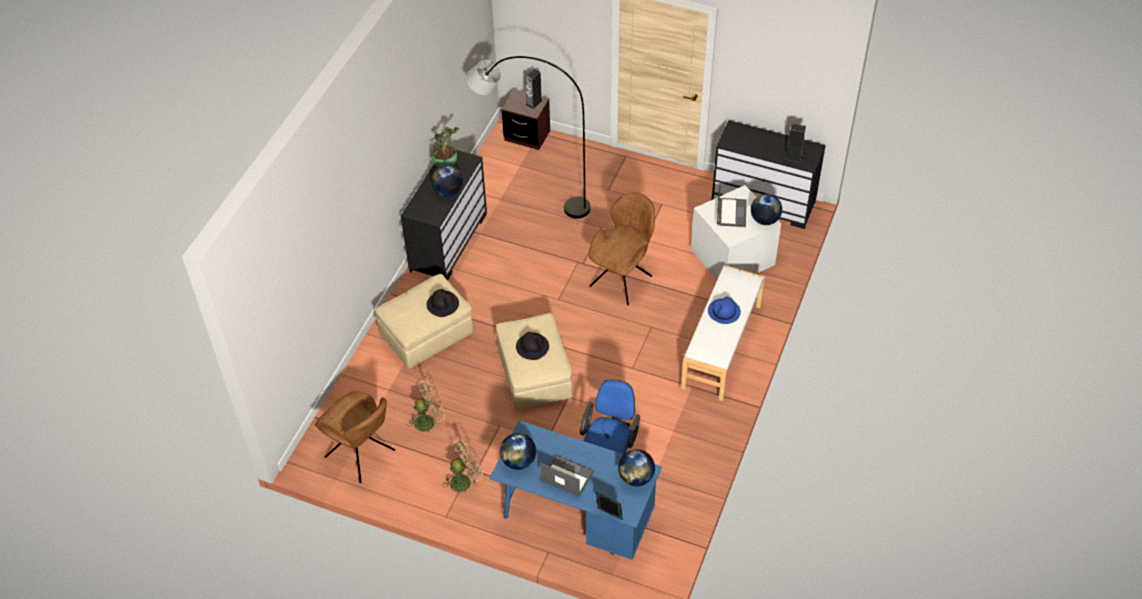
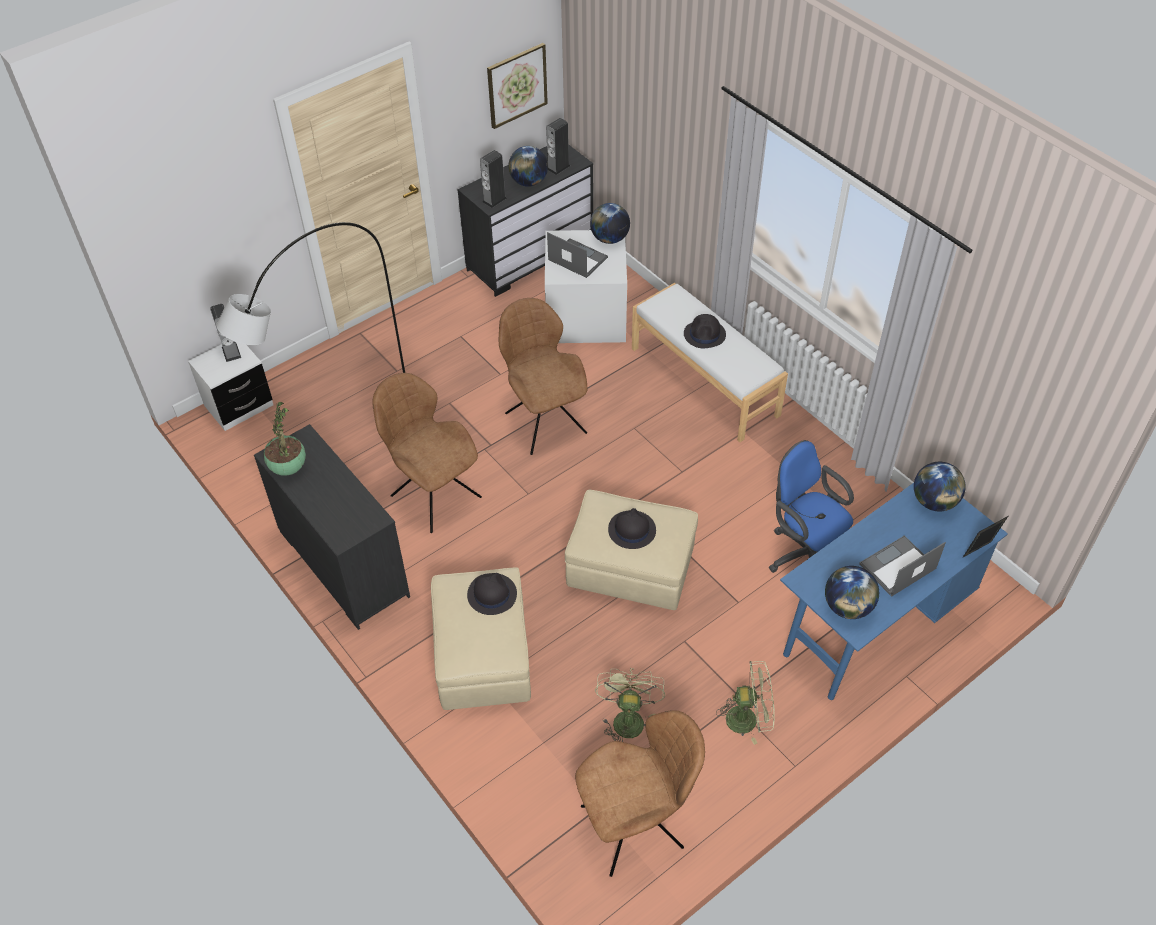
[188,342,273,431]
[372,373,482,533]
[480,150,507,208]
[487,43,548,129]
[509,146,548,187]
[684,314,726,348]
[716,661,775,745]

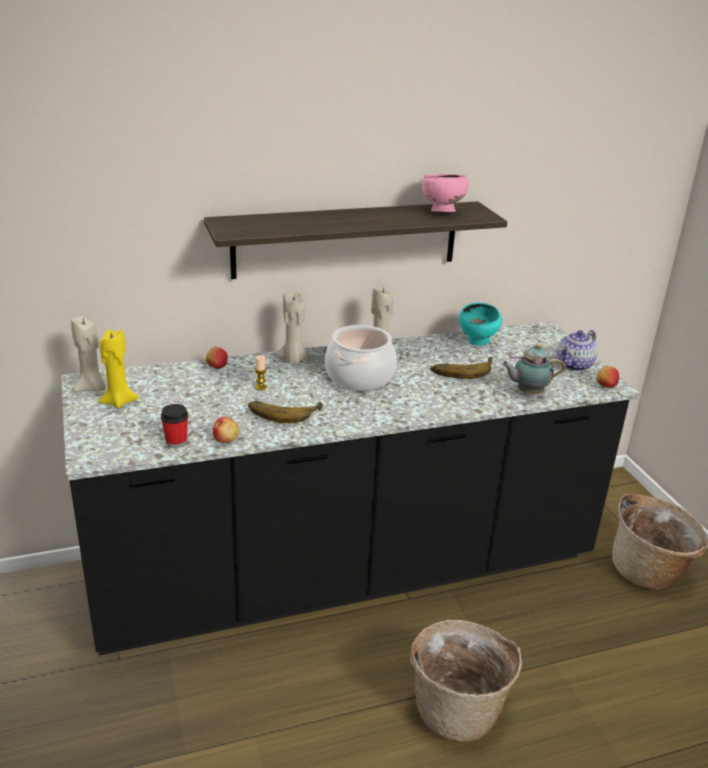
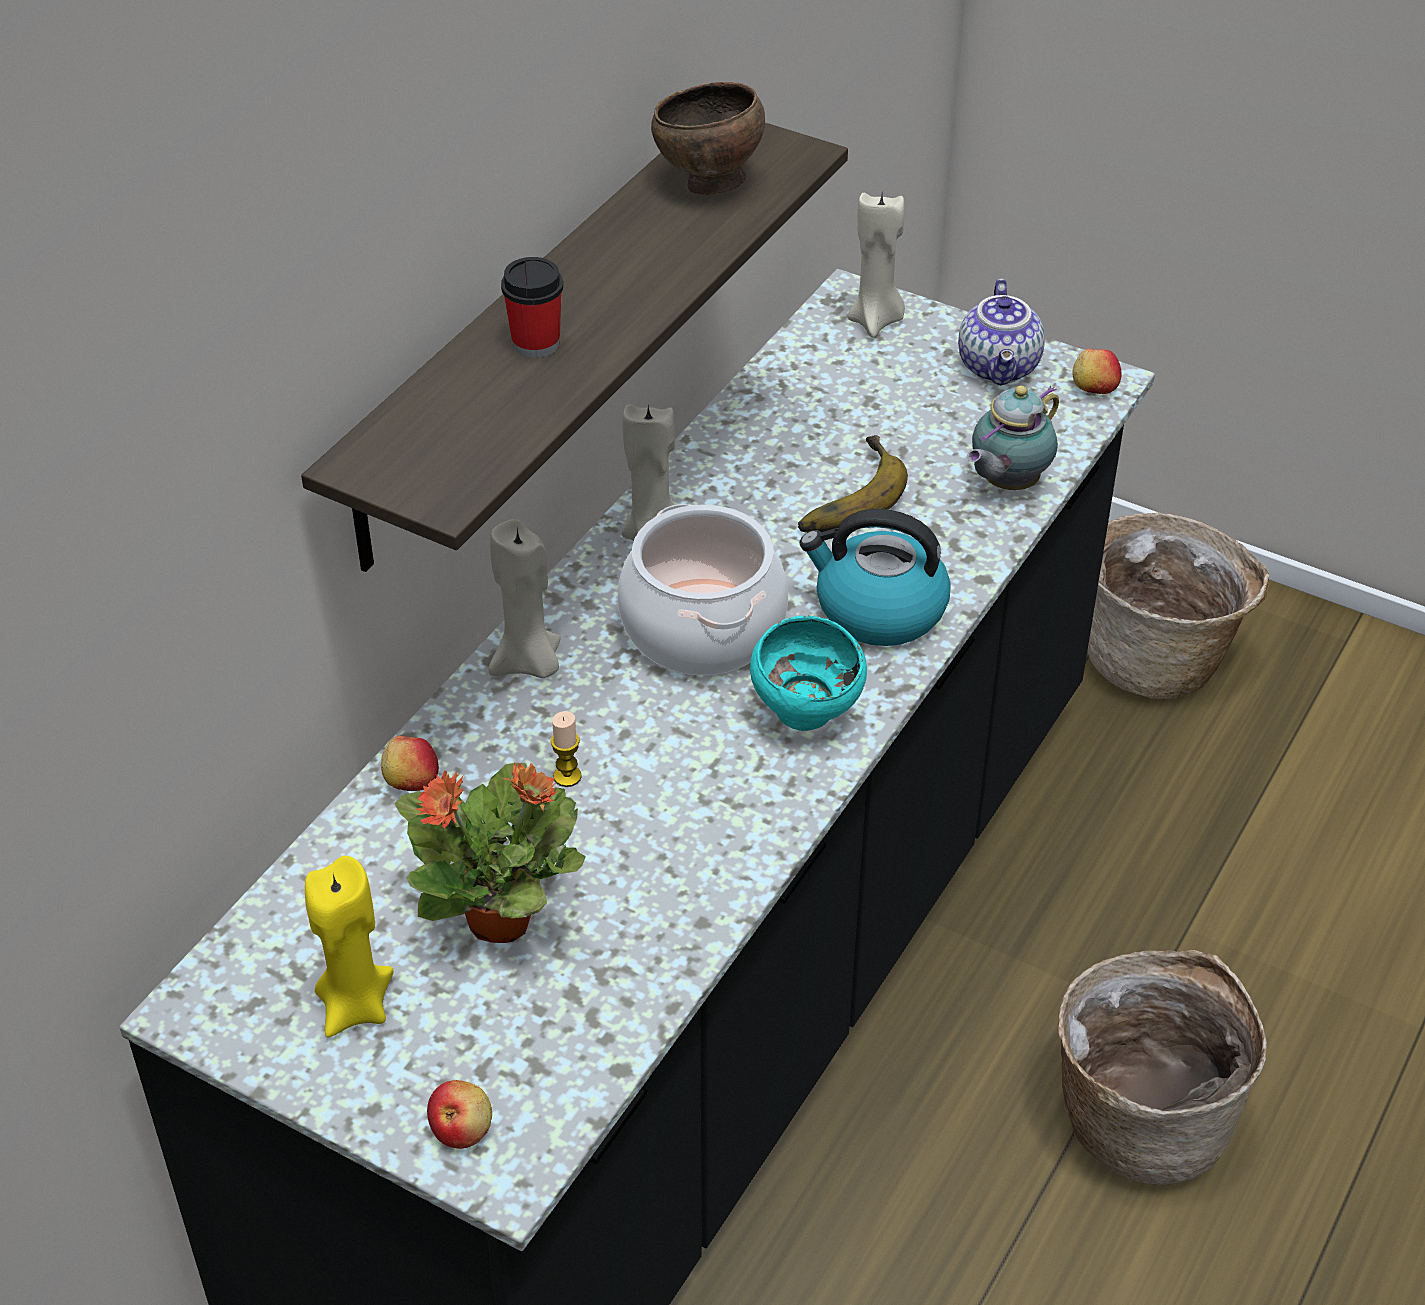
[395,762,586,943]
[427,1080,492,1149]
[501,257,563,358]
[651,82,765,195]
[750,616,867,731]
[800,509,951,646]
[848,193,905,338]
[248,401,323,423] (first image)

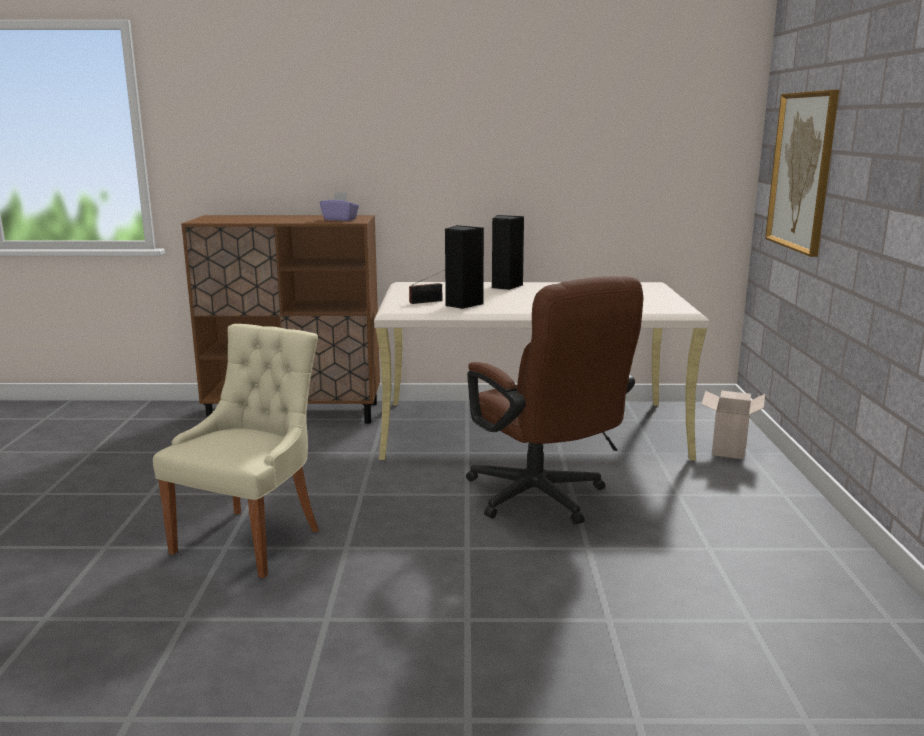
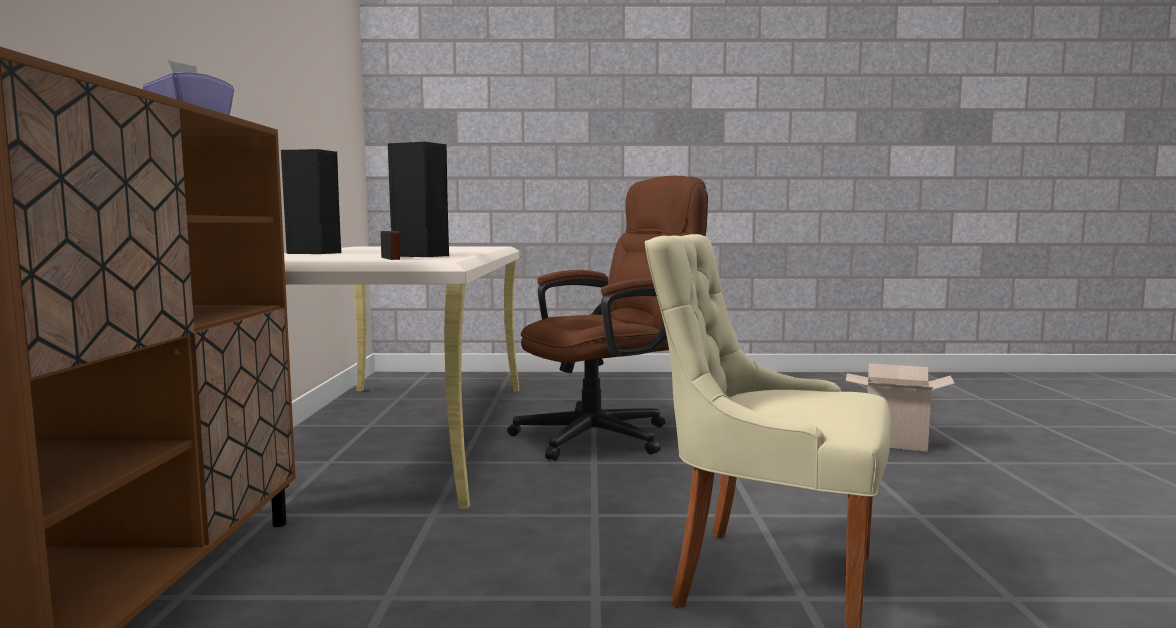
[846,363,955,452]
[765,90,839,257] (first image)

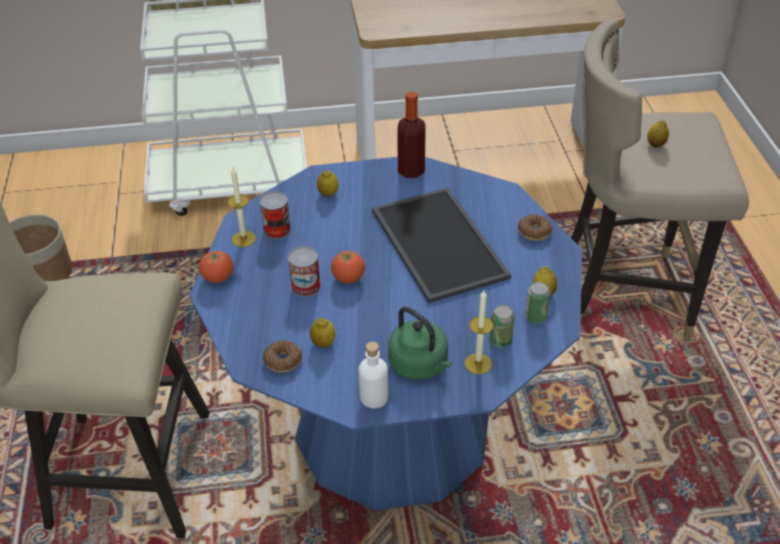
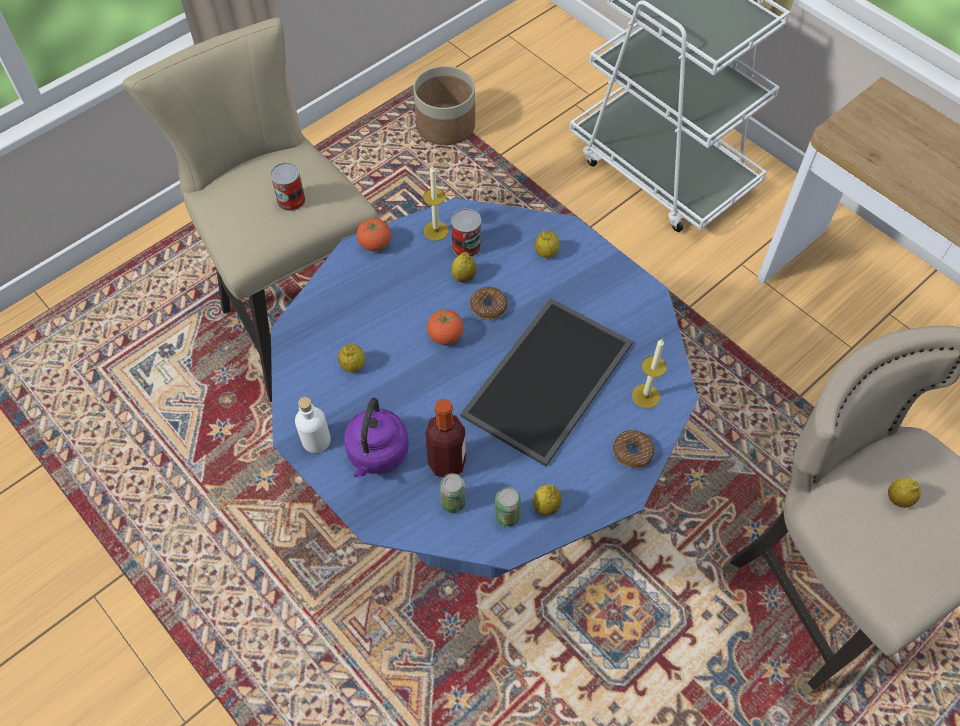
[270,162,305,211]
[344,398,409,478]
[425,399,466,477]
[452,252,476,282]
[470,287,508,320]
[632,339,667,408]

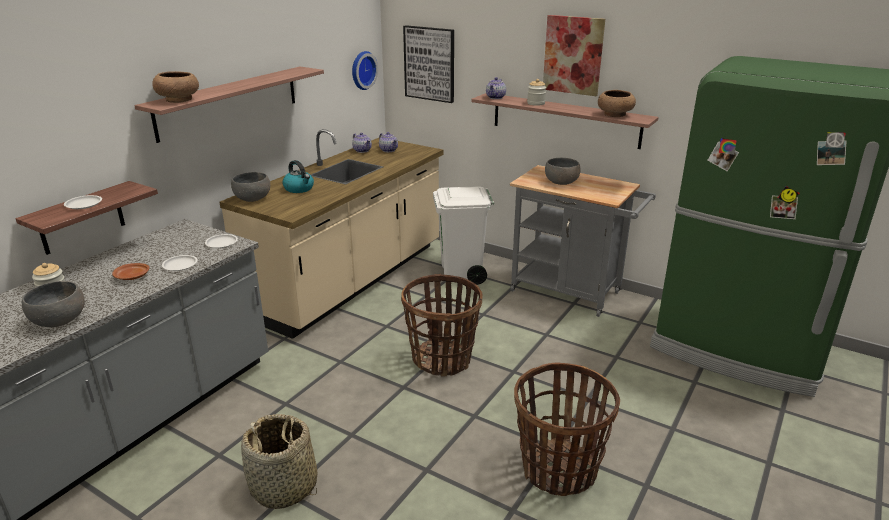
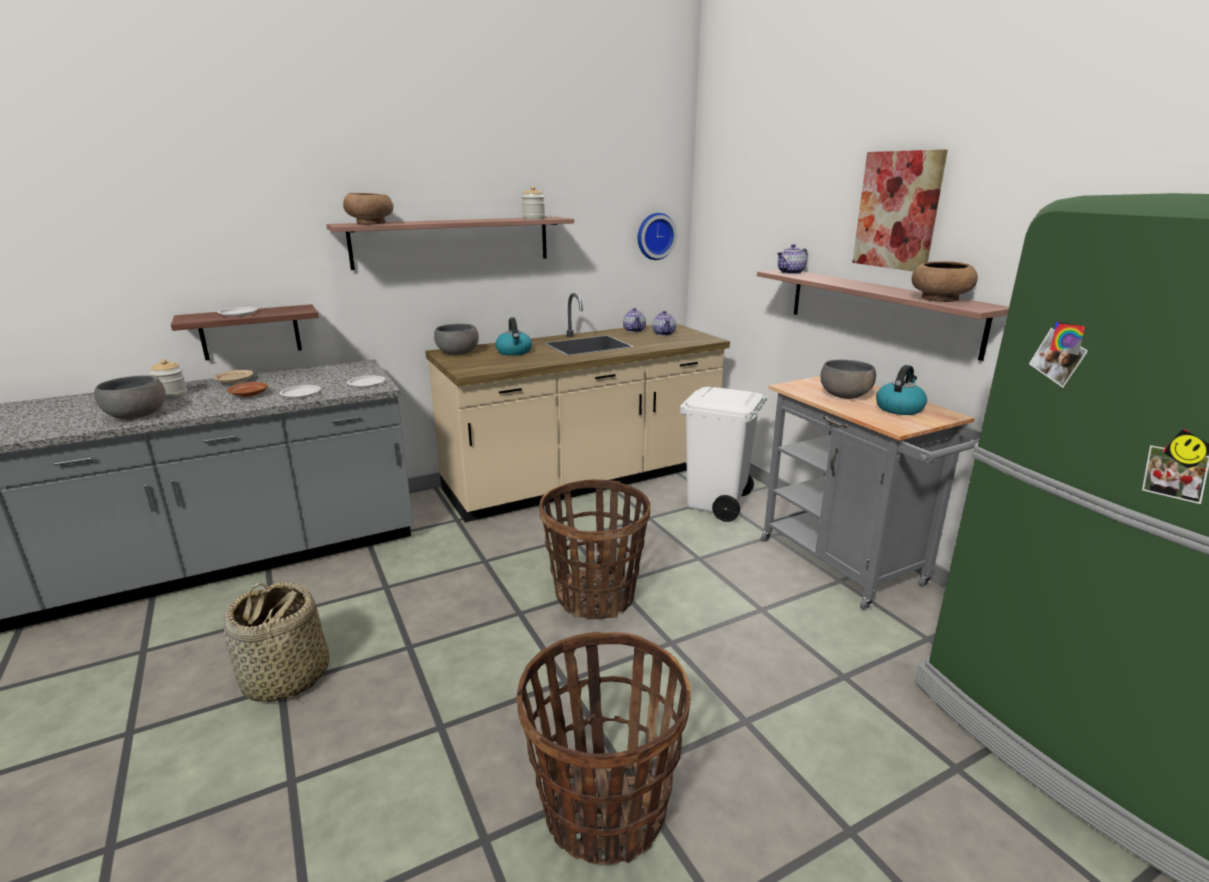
[213,370,253,384]
[522,186,545,219]
[876,365,927,415]
[403,25,454,103] (first image)

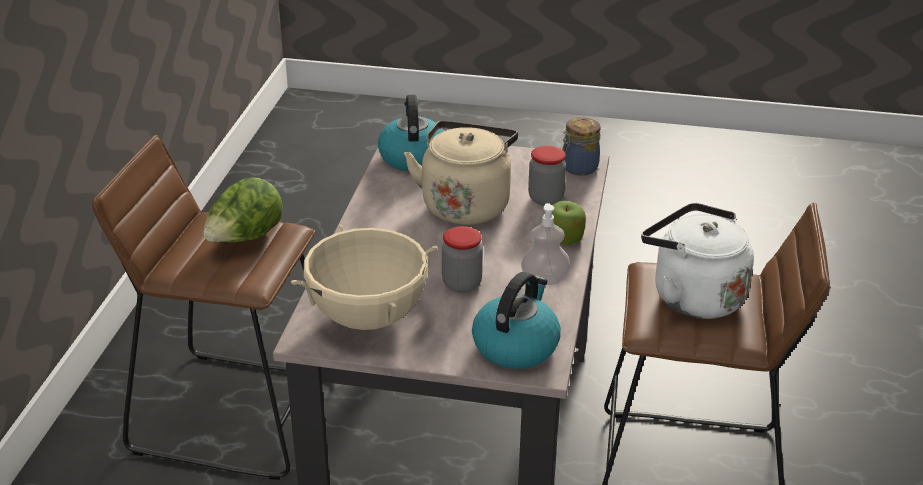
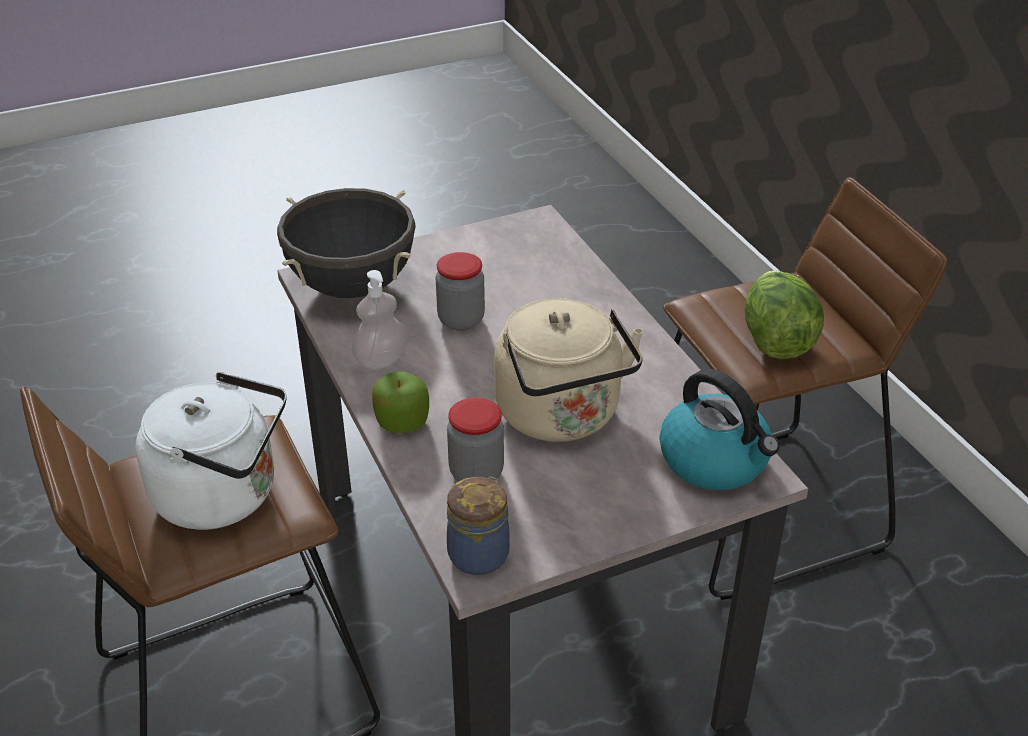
[277,188,416,298]
[291,225,438,330] (first image)

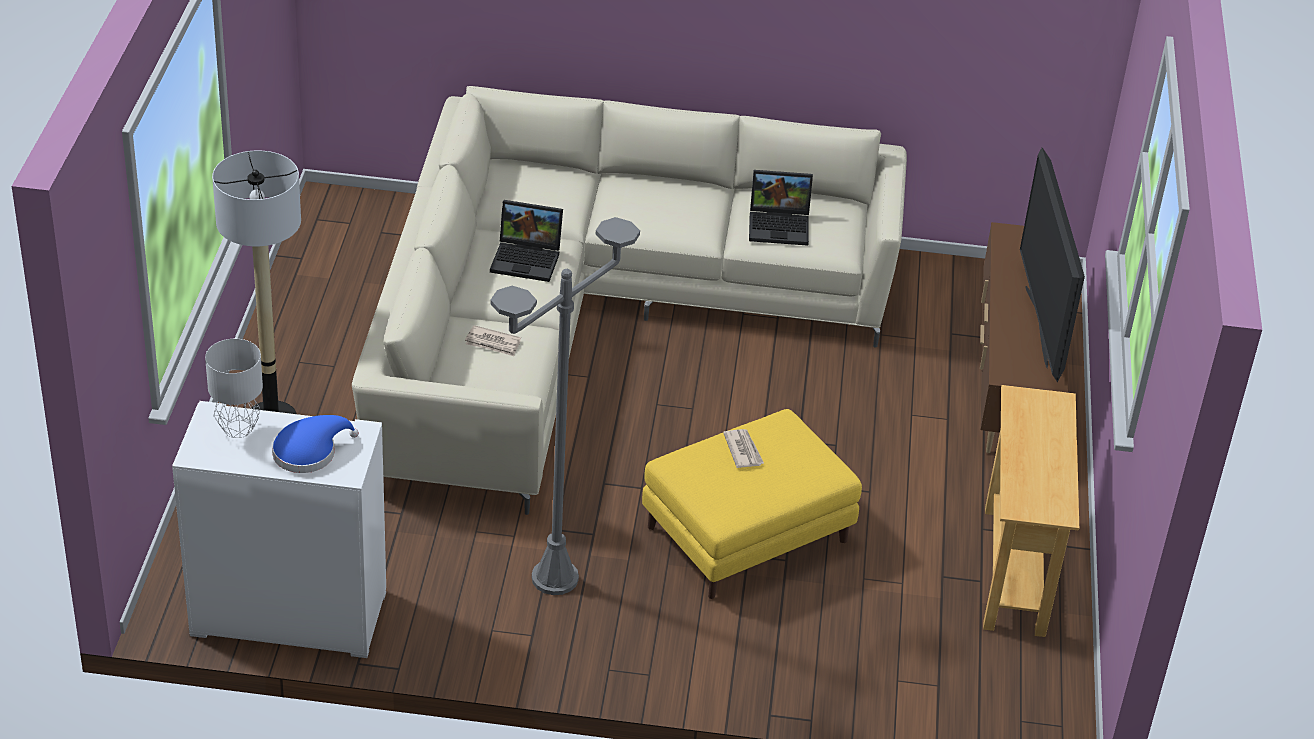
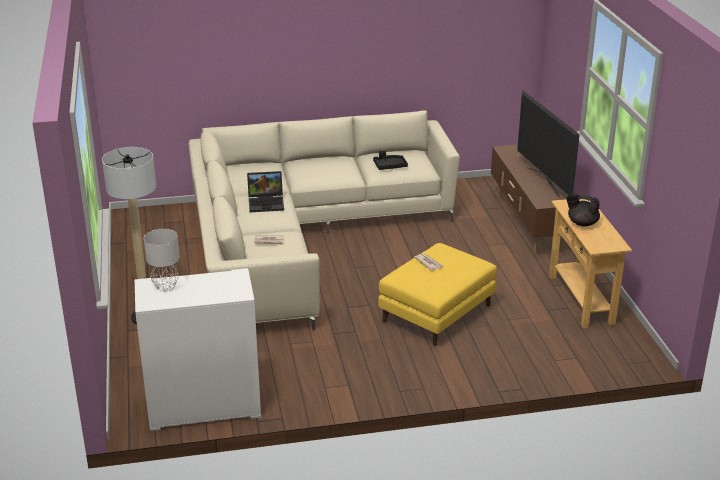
[373,151,408,170]
[566,194,600,226]
[272,415,359,473] (first image)
[490,217,640,595] (first image)

